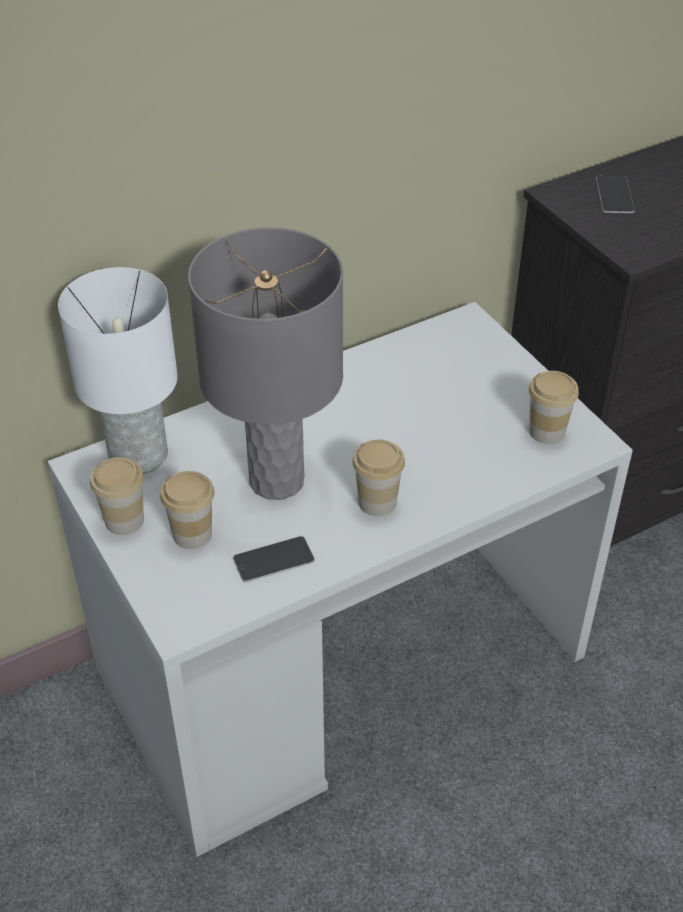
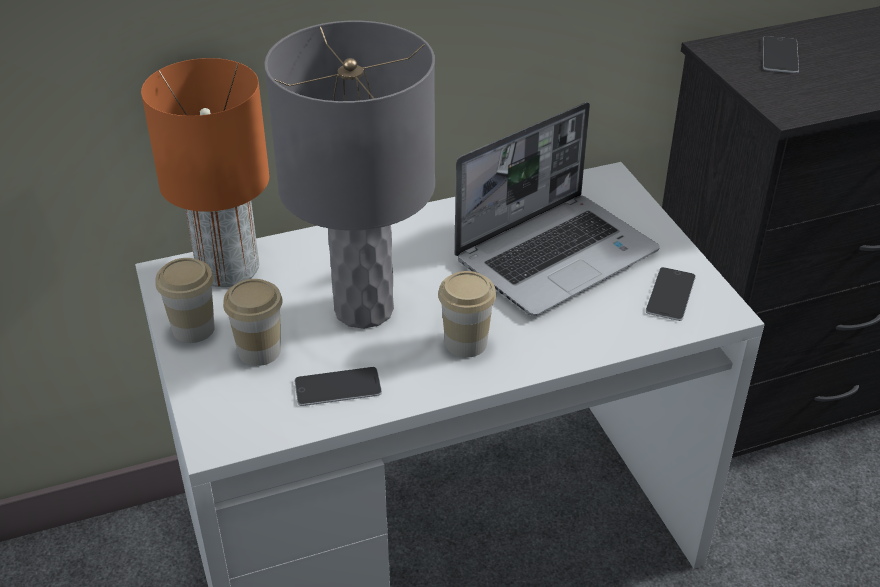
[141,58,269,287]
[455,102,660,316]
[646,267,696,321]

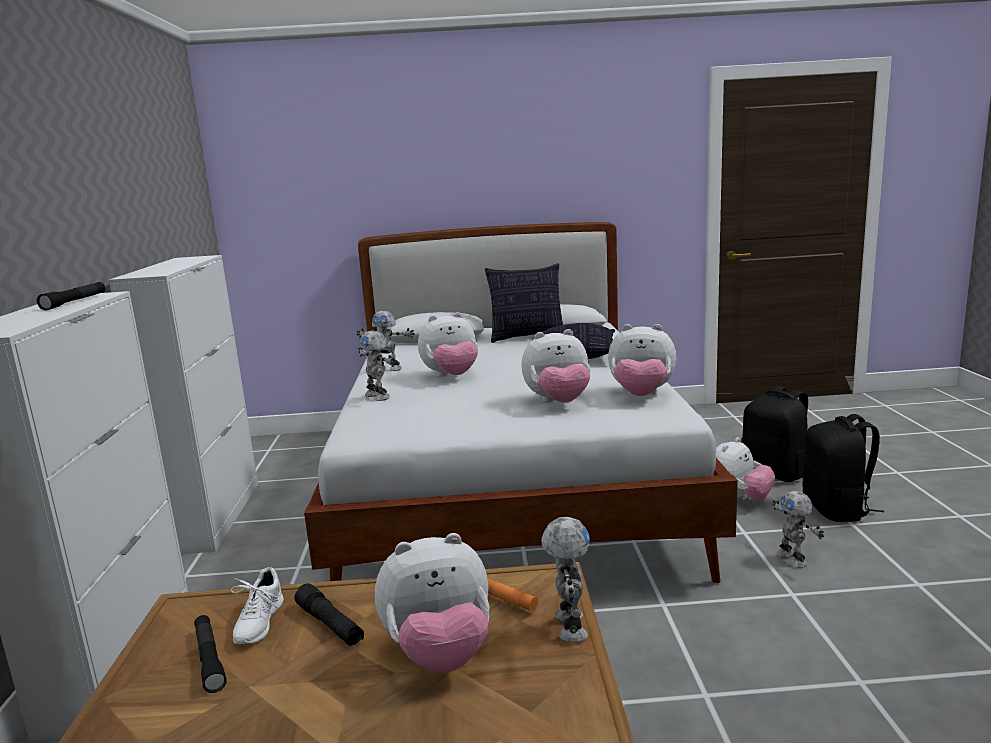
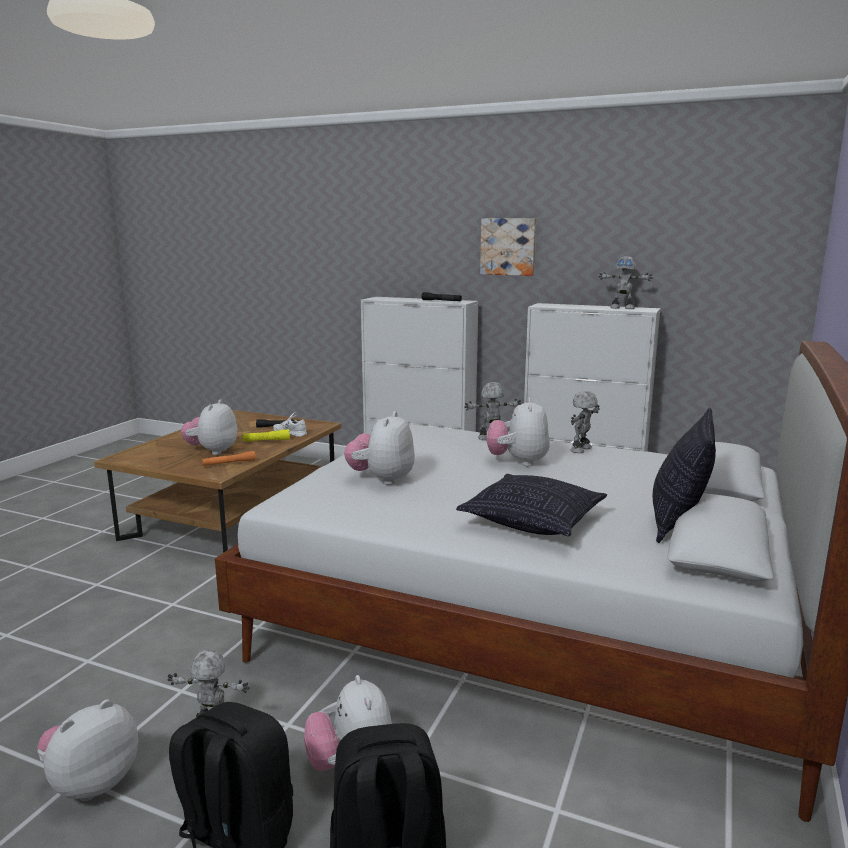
[37,699,138,801]
[242,429,290,442]
[480,218,536,276]
[599,256,653,309]

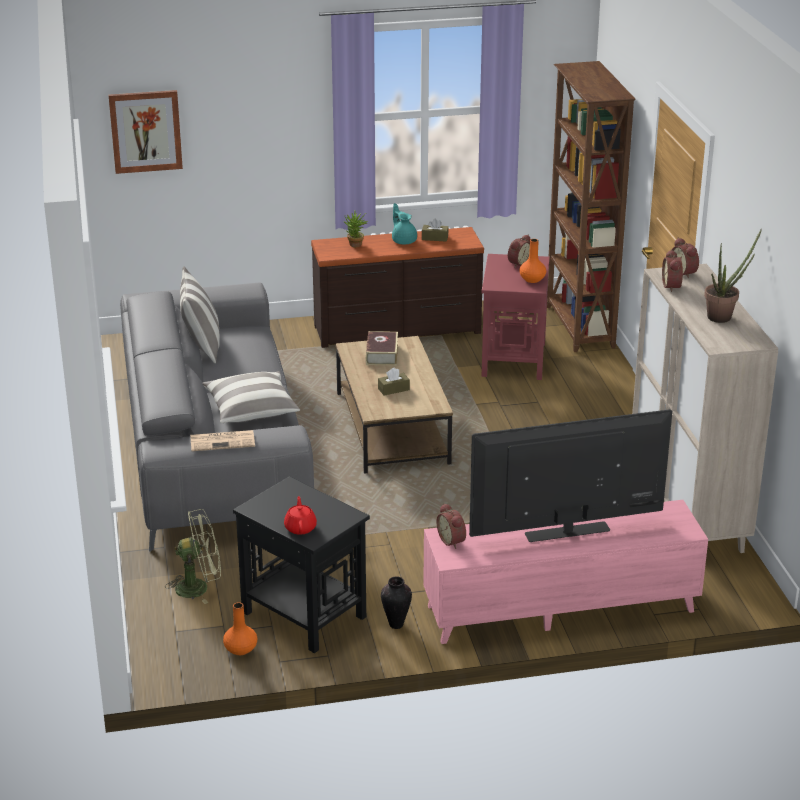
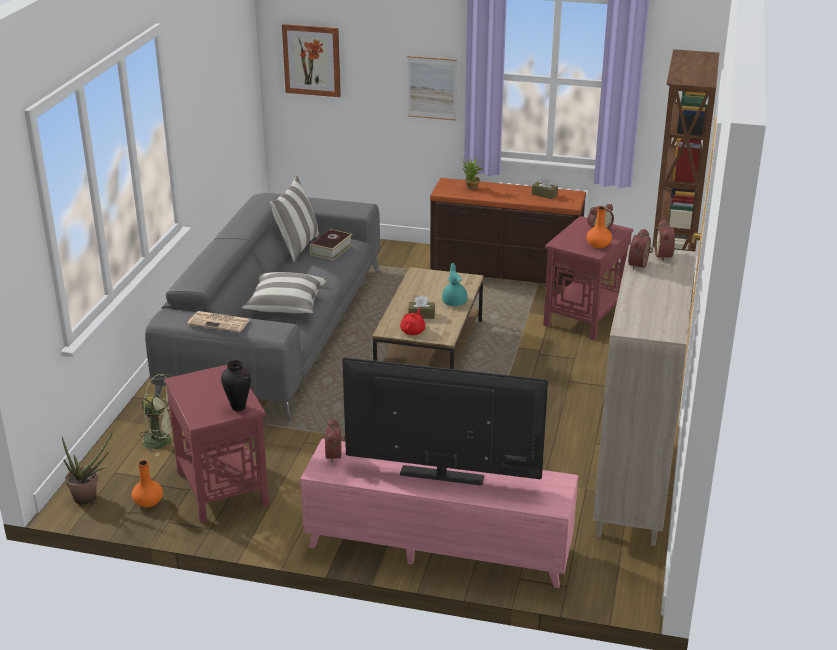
[62,429,114,505]
[165,365,269,523]
[221,360,251,411]
[310,229,353,261]
[400,308,425,335]
[407,56,457,121]
[442,263,468,306]

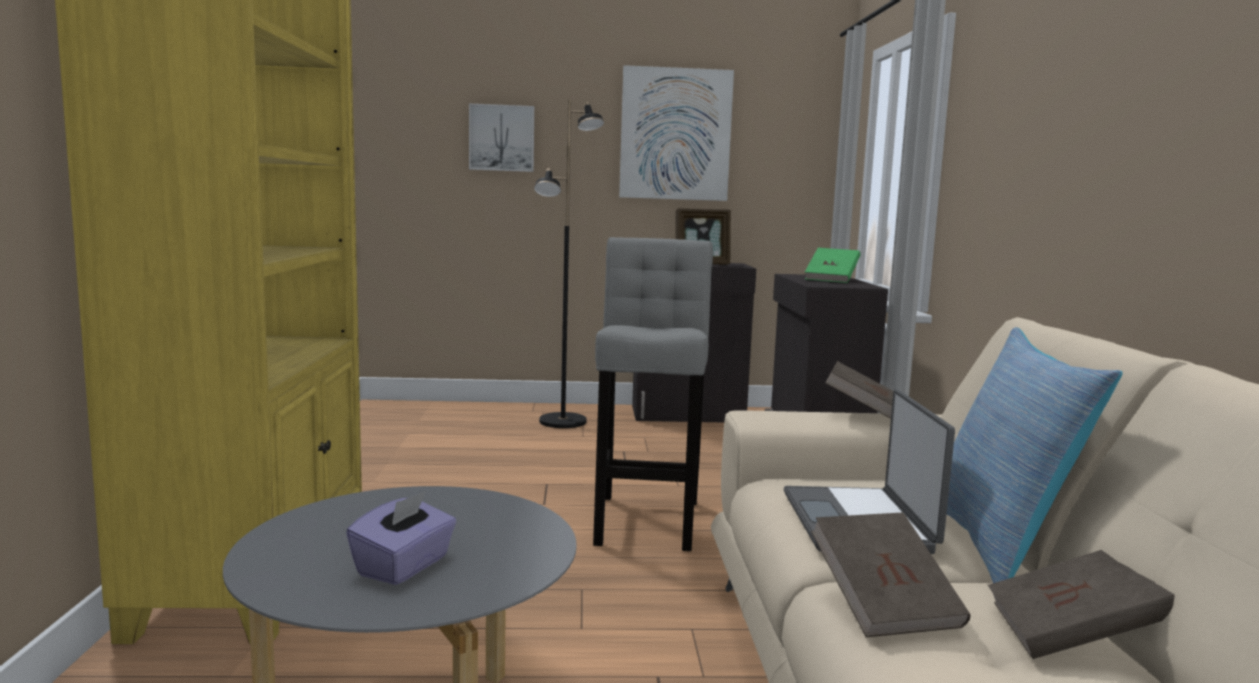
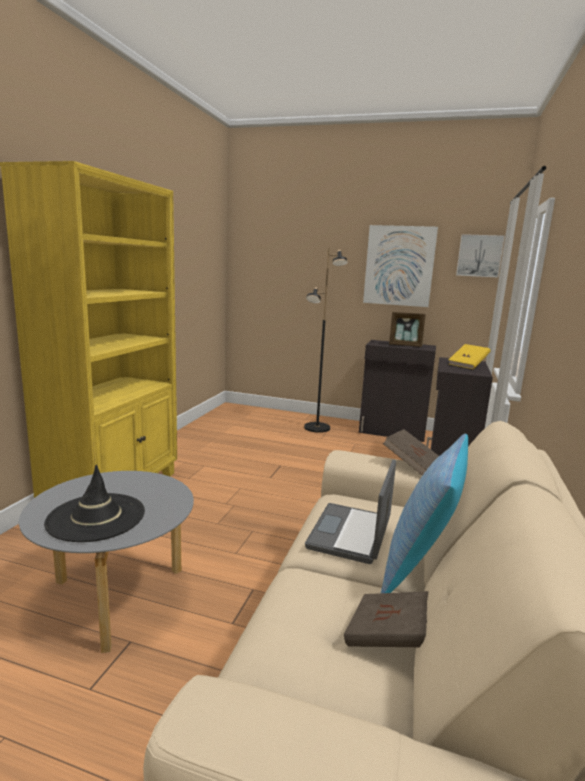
[44,464,145,542]
[449,344,490,369]
[456,234,504,278]
[593,237,713,551] (first image)
[811,512,970,637] (first image)

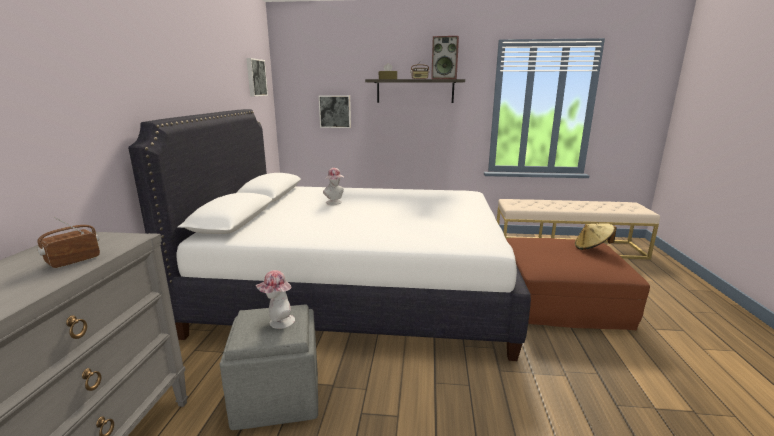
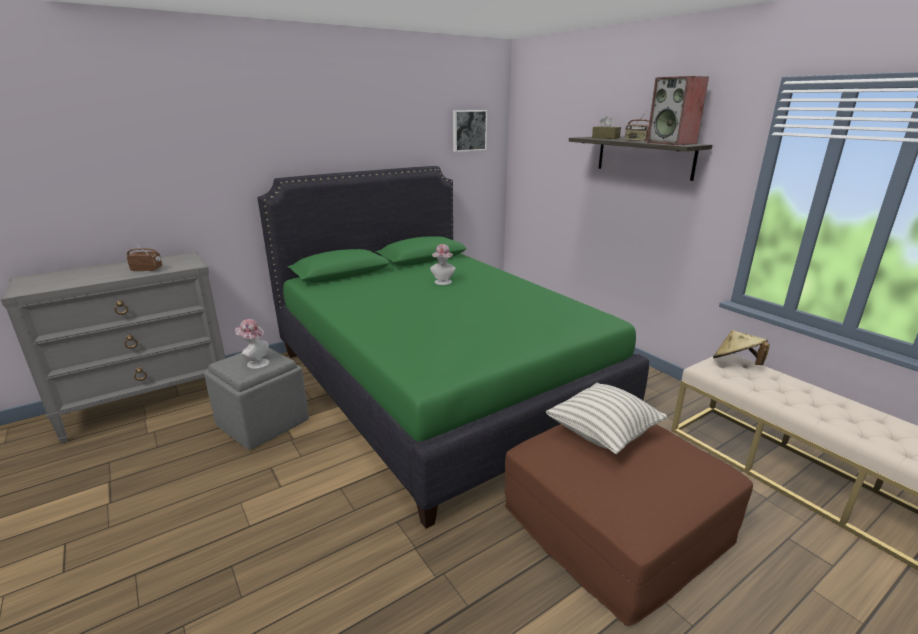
[258,166,649,529]
[546,383,667,454]
[713,330,770,365]
[318,95,351,128] (first image)

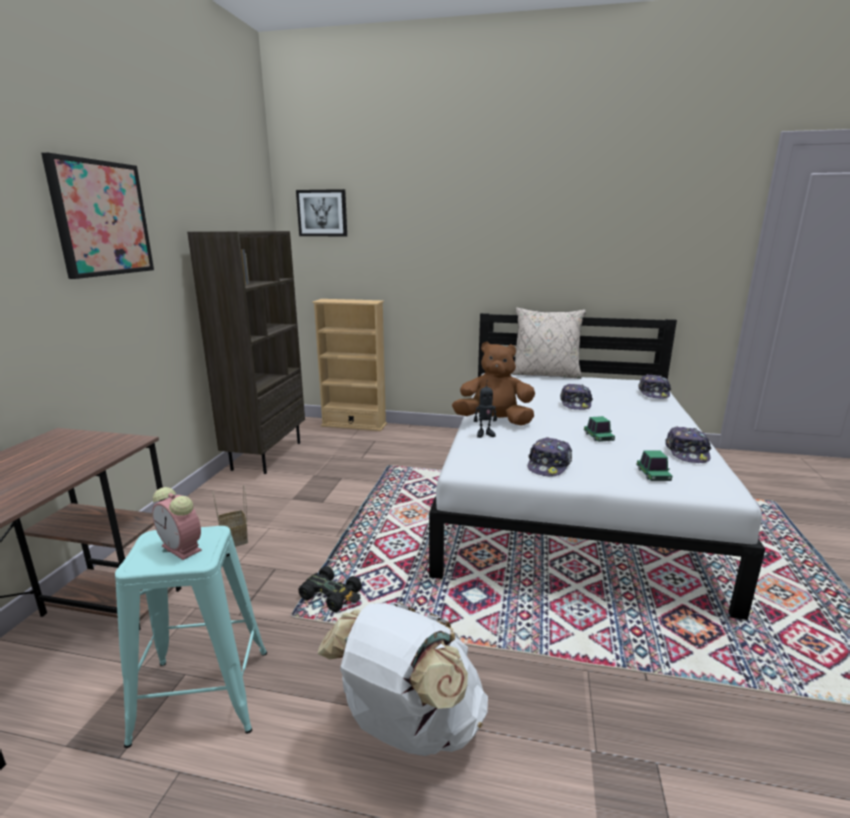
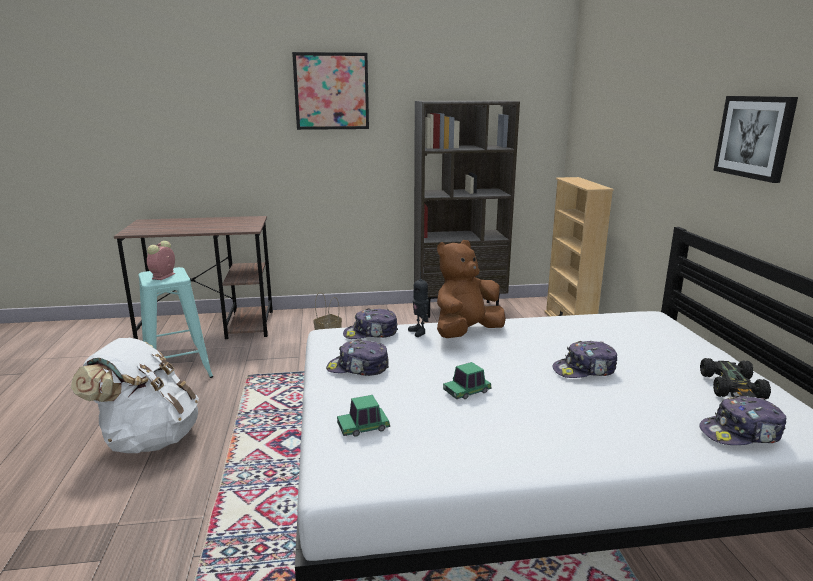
[343,308,398,339]
[437,240,506,338]
[700,358,771,399]
[713,96,798,183]
[512,308,586,379] (first image)

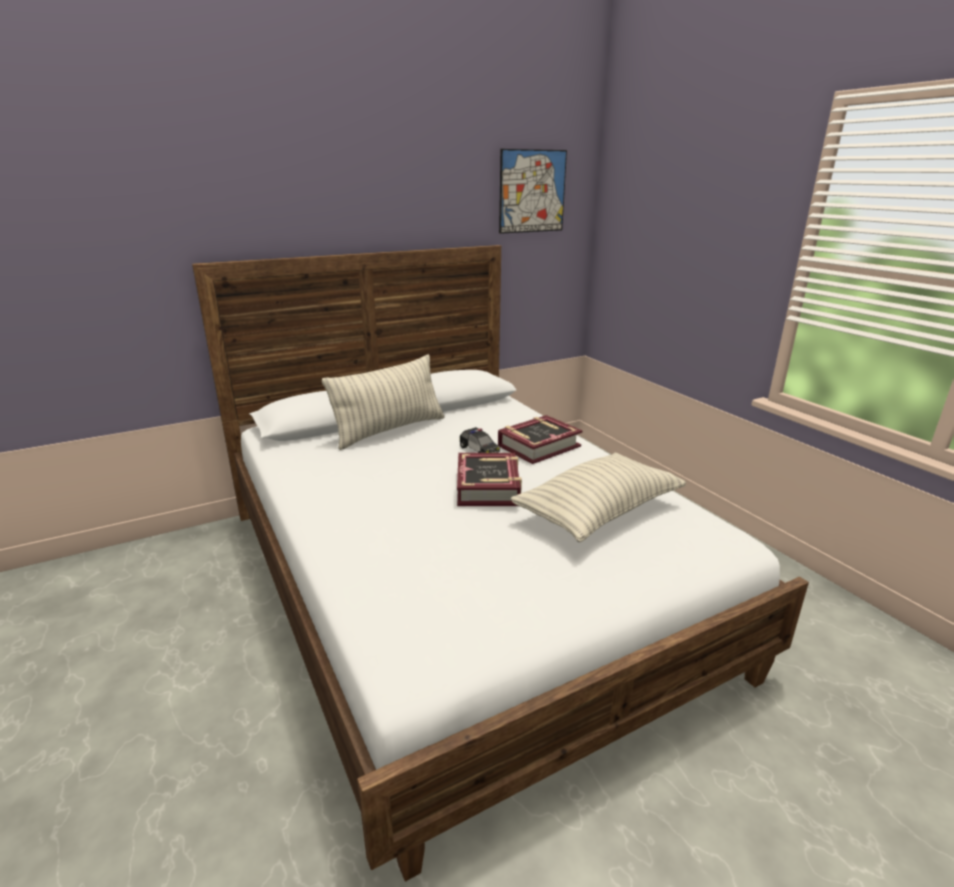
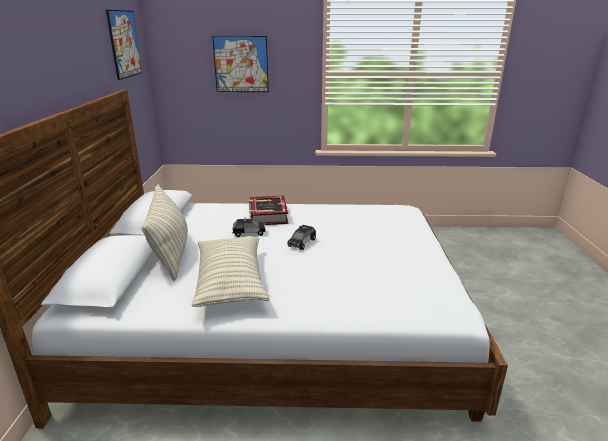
[192,236,269,307]
[212,36,269,92]
[287,225,316,250]

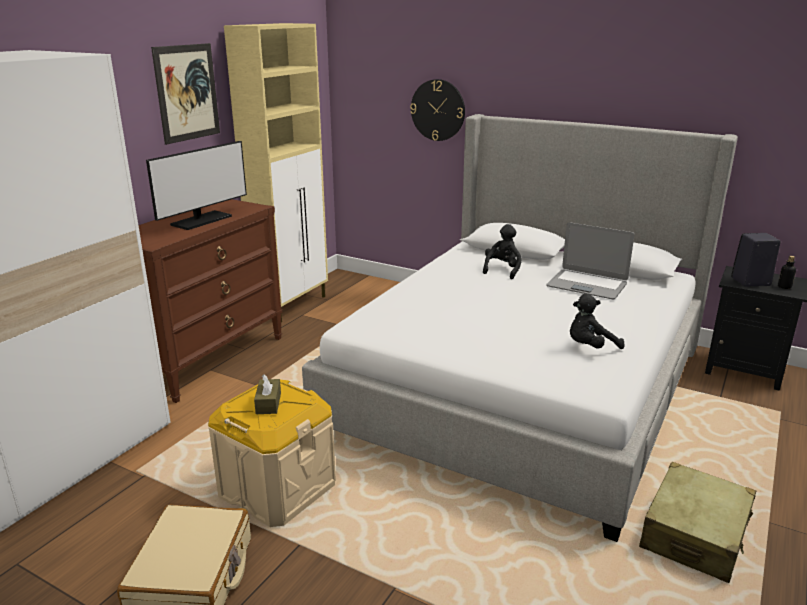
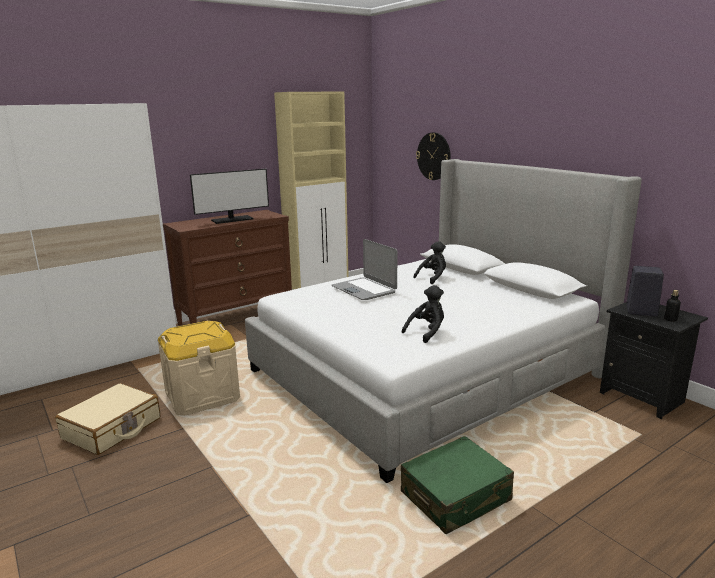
[332,239,397,300]
[401,436,514,534]
[402,285,444,343]
[151,43,220,145] (first image)
[254,374,281,414] (first image)

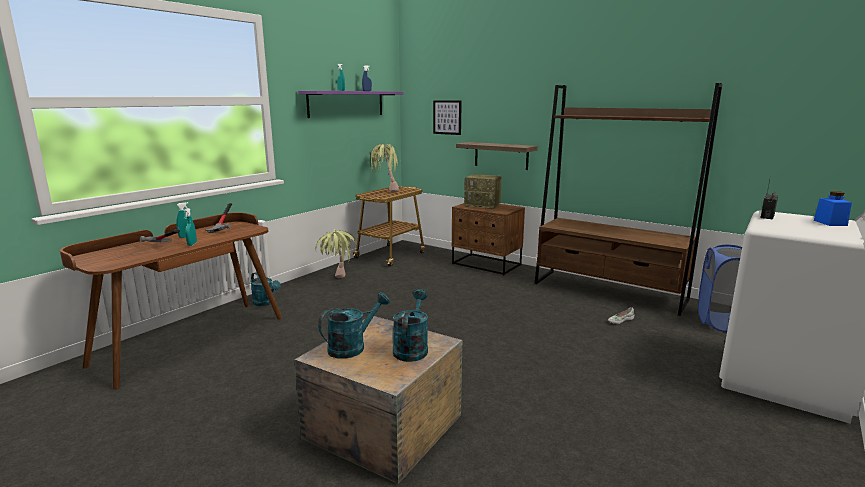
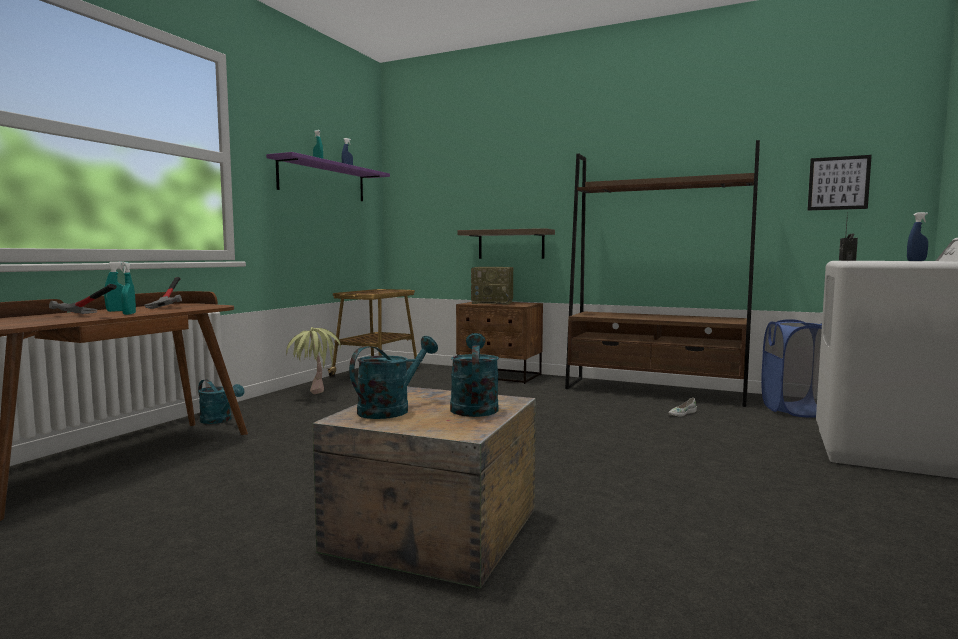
[807,155,872,211]
[907,212,928,261]
[371,144,399,192] (first image)

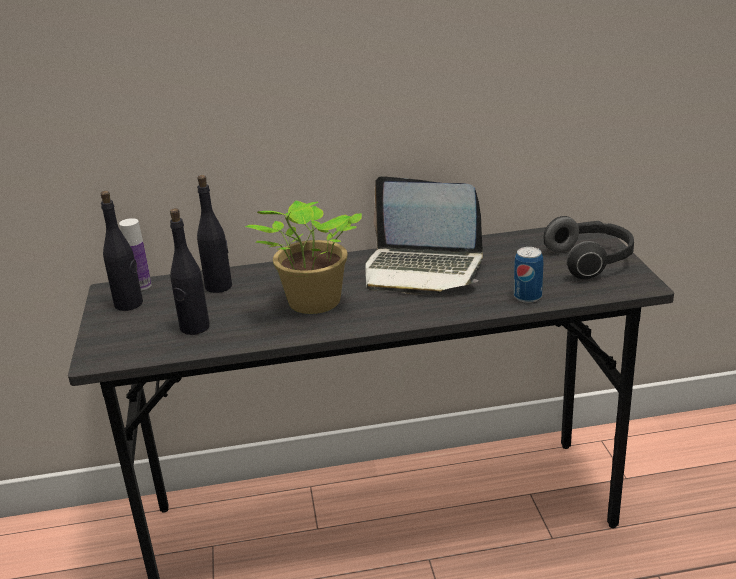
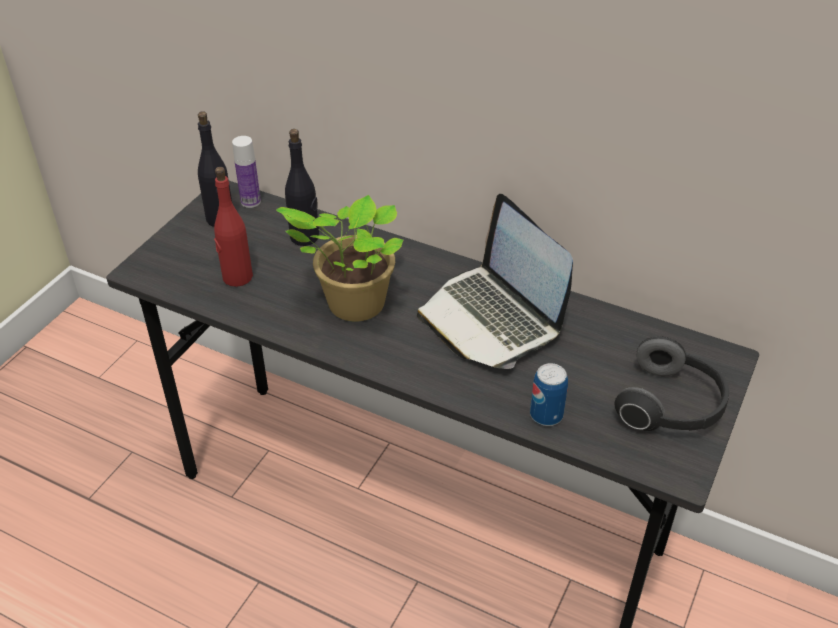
[214,167,253,287]

